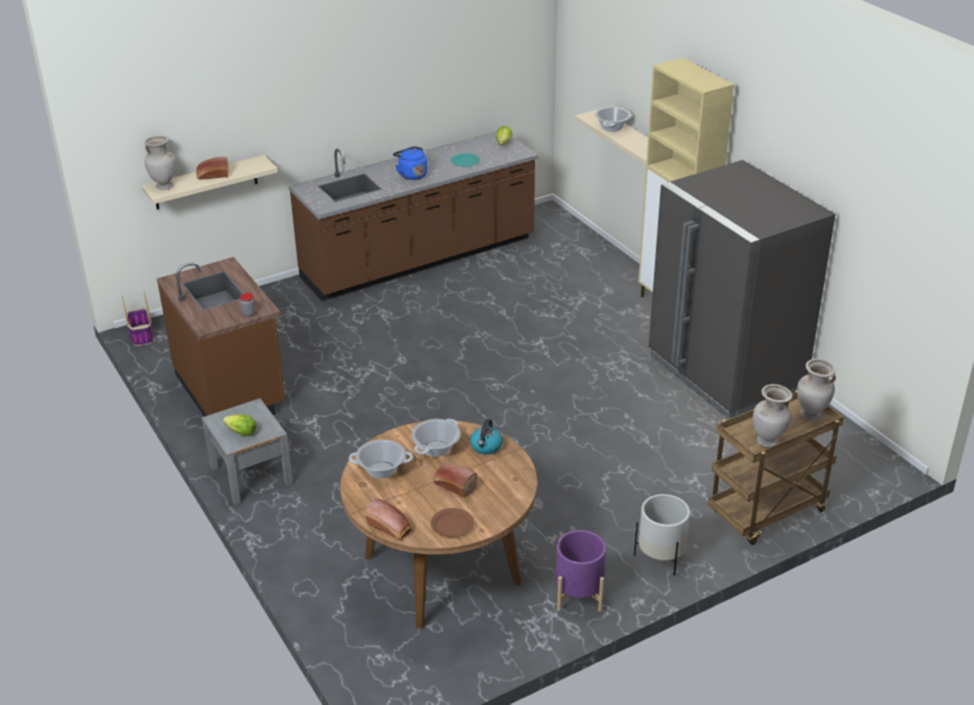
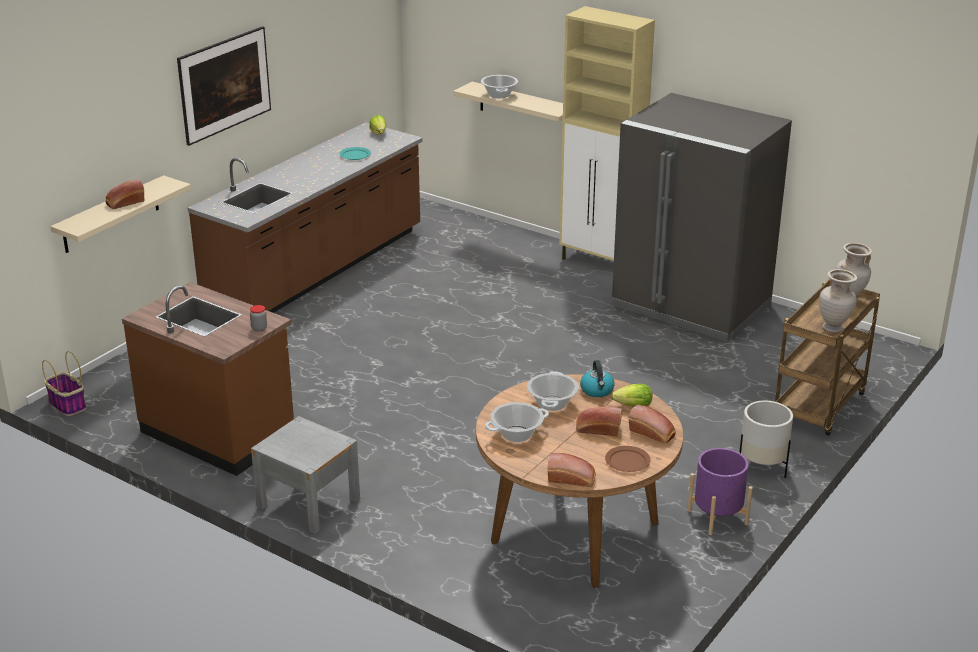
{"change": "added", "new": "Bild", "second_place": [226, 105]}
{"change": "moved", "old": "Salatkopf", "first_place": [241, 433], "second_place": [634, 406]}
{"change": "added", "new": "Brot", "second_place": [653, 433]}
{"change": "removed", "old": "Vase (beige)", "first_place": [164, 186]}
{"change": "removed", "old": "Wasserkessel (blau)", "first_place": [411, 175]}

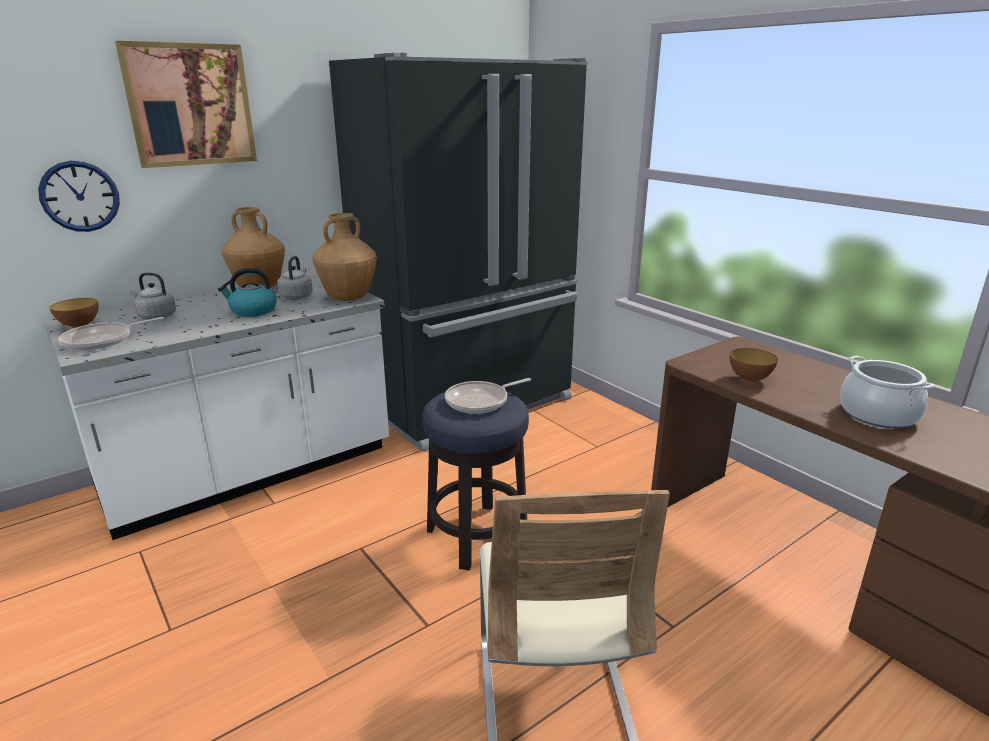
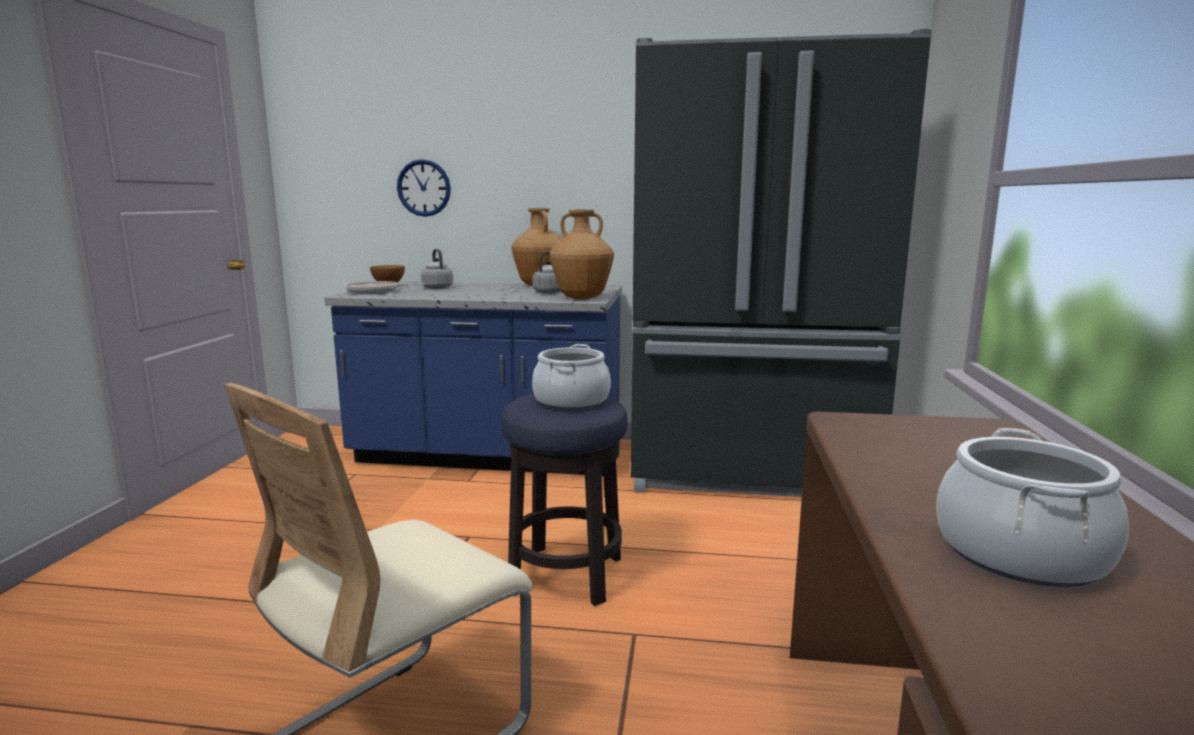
{"change": "recoloured", "old": "Küchenzeile (weiß)", "new": "Küchenzeile (blau)", "first_place": [249, 471], "second_place": [489, 455]}
{"change": "replaced", "old": "Pfanne", "new": "Kochtopf", "first_place": [480, 401], "second_place": [572, 401]}
{"change": "removed", "old": "Bild", "first_place": [190, 105]}
{"change": "removed", "old": "Wasserkessel", "first_place": [252, 311]}
{"change": "removed", "old": "Schüssel", "first_place": [749, 379]}

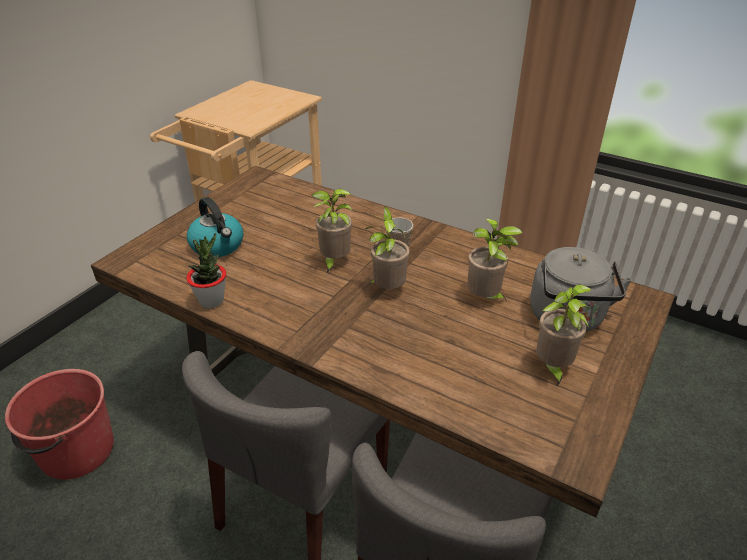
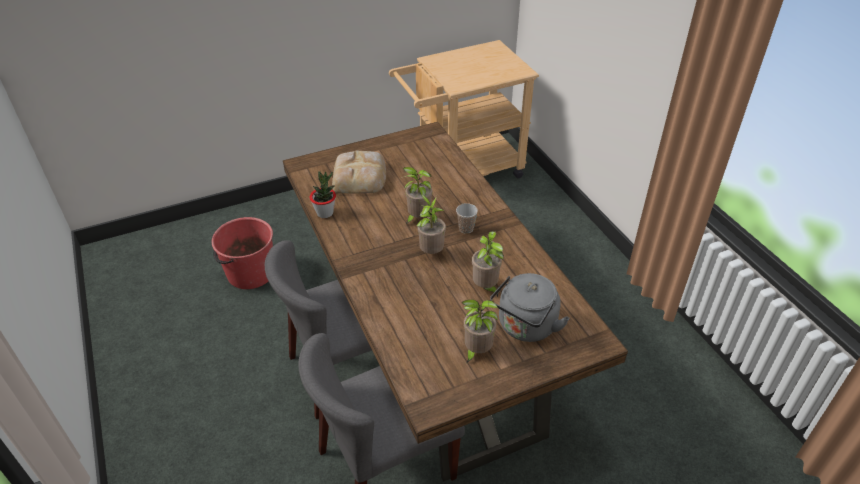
{"change": "replaced", "old": "Wasserkessel", "new": "Brot", "first_place": [218, 246], "second_place": [360, 176]}

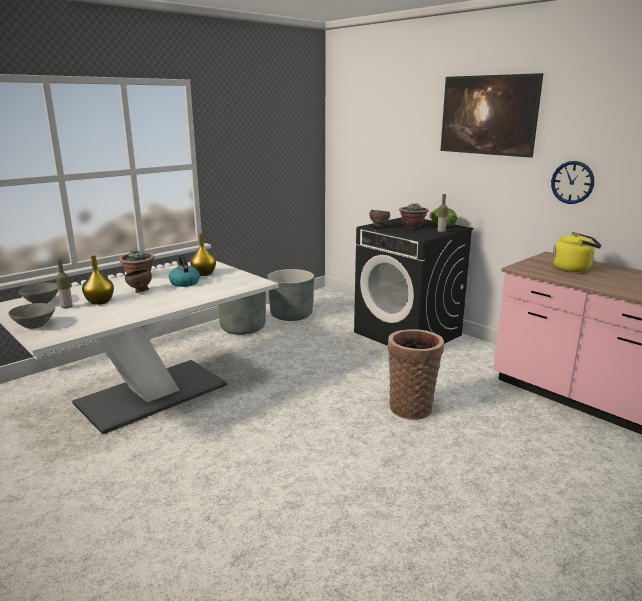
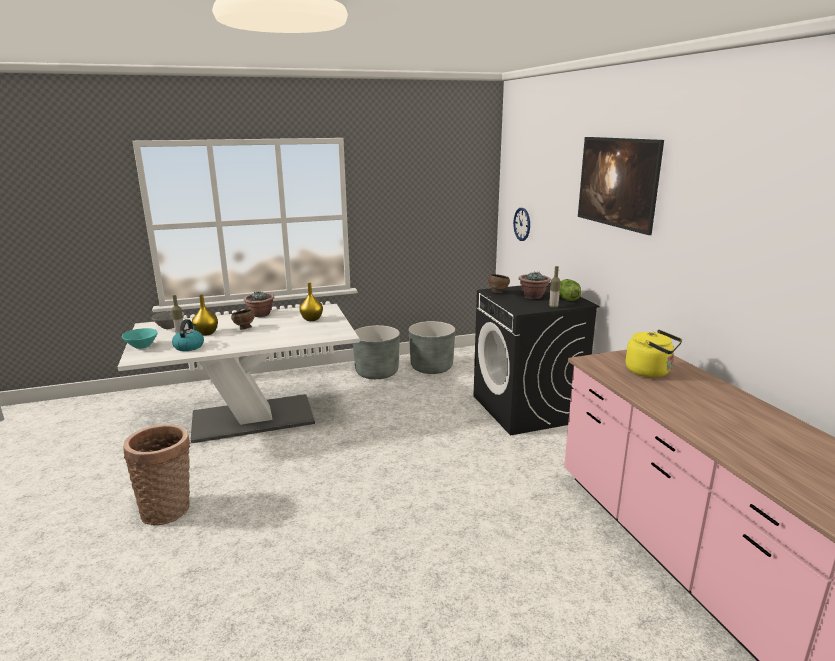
{"change": "recoloured", "old": "Schüssel (grau)", "new": "Schüssel (türkis)", "first_place": [35, 326], "second_place": [142, 346]}
{"change": "moved", "old": "Korb", "first_place": [411, 406], "second_place": [168, 509]}
{"change": "moved", "old": "Wasserkessel", "first_place": [184, 283], "second_place": [189, 346]}
{"change": "moved", "old": "Wanduhr", "first_place": [572, 182], "second_place": [522, 224]}

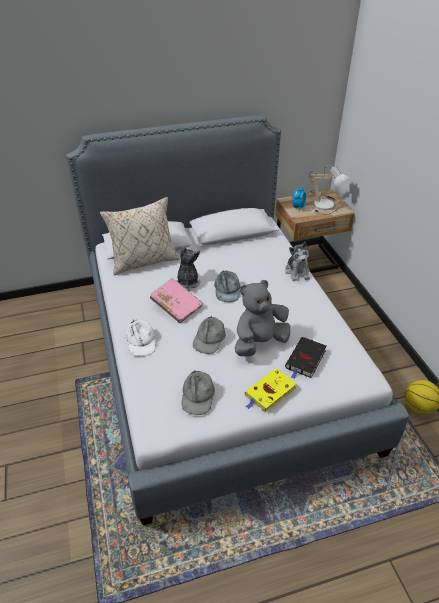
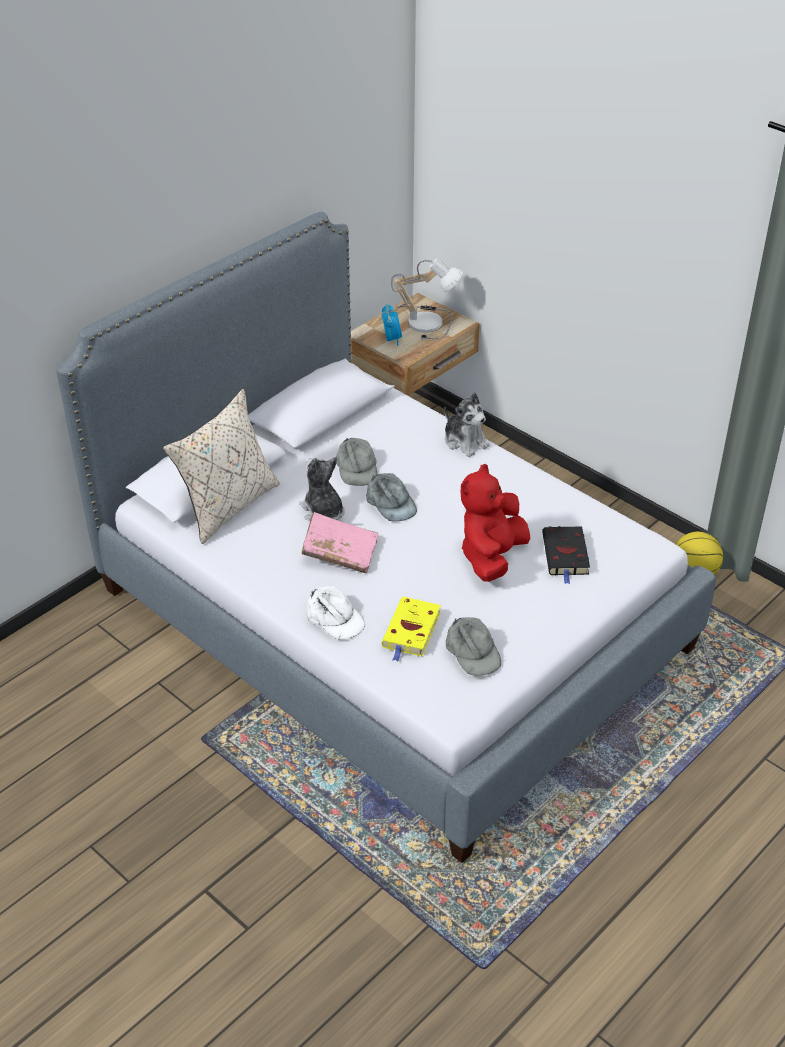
{"change": "moved", "old": "Kappe (grau)", "first_place": [209, 339], "second_place": [356, 468]}
{"change": "moved", "old": "Buch (gelb)", "first_place": [269, 393], "second_place": [411, 631]}
{"change": "recoloured", "old": "Plüschtier (grau)", "new": "Plüschtier (rot)", "first_place": [259, 342], "second_place": [492, 557]}

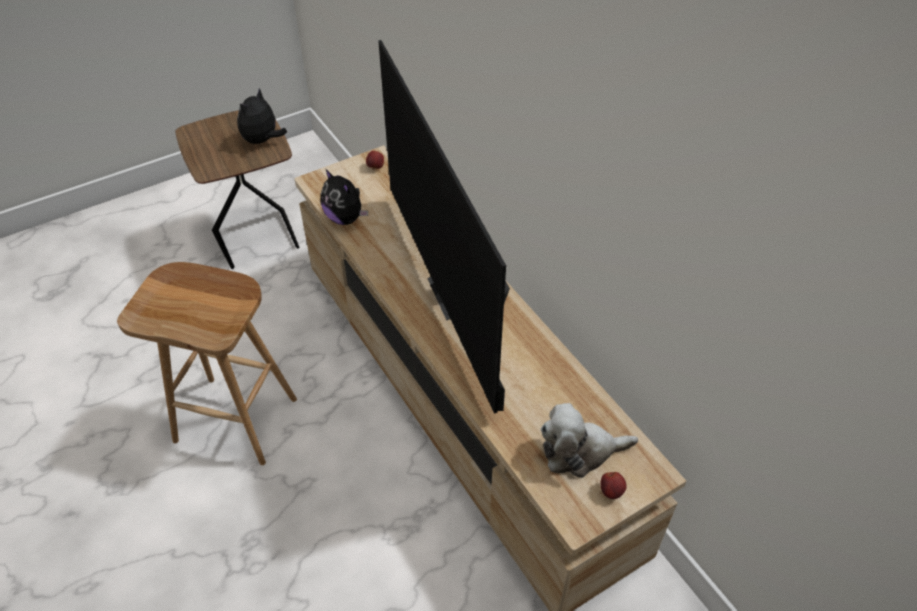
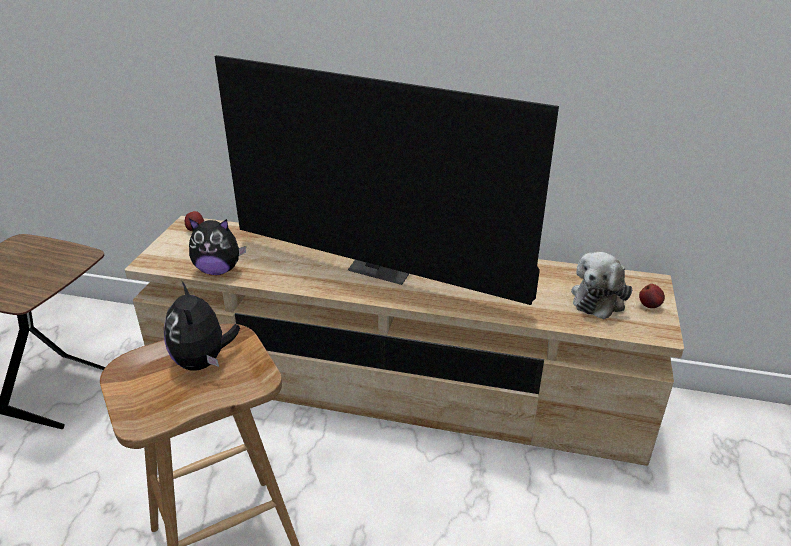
{"change": "moved", "old": "Plüschtier", "first_place": [262, 141], "second_place": [203, 361]}

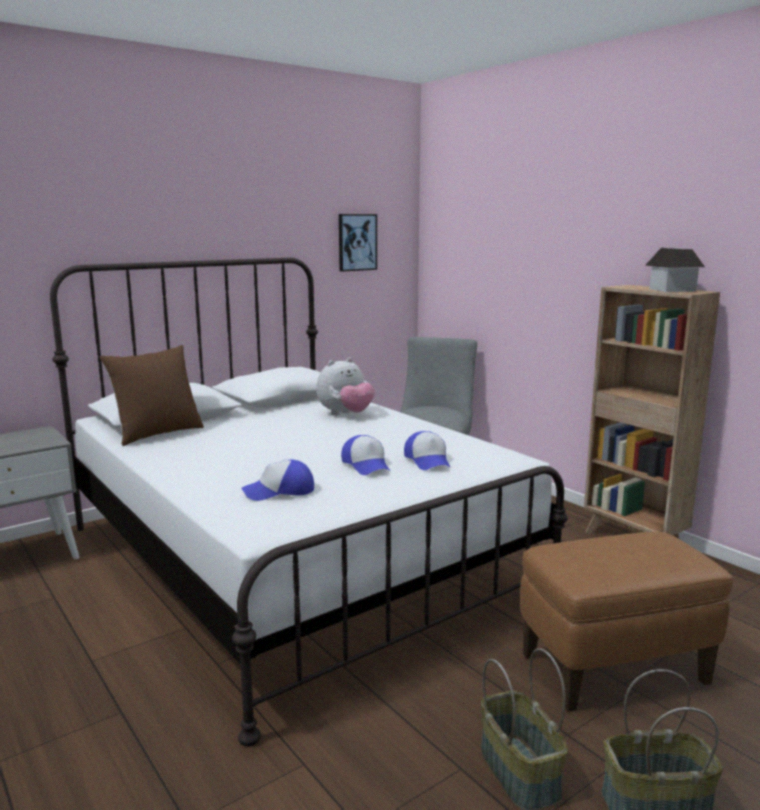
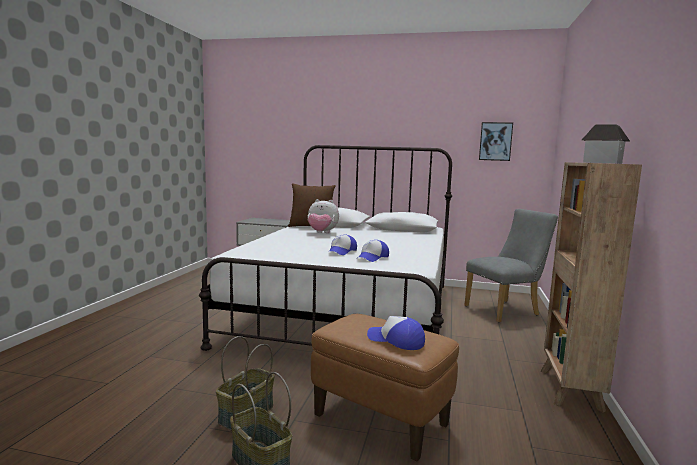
{"change": "moved", "old": "Plüschtier", "first_place": [345, 414], "second_place": [322, 233]}
{"change": "moved", "old": "Kappe", "first_place": [279, 491], "second_place": [396, 341]}

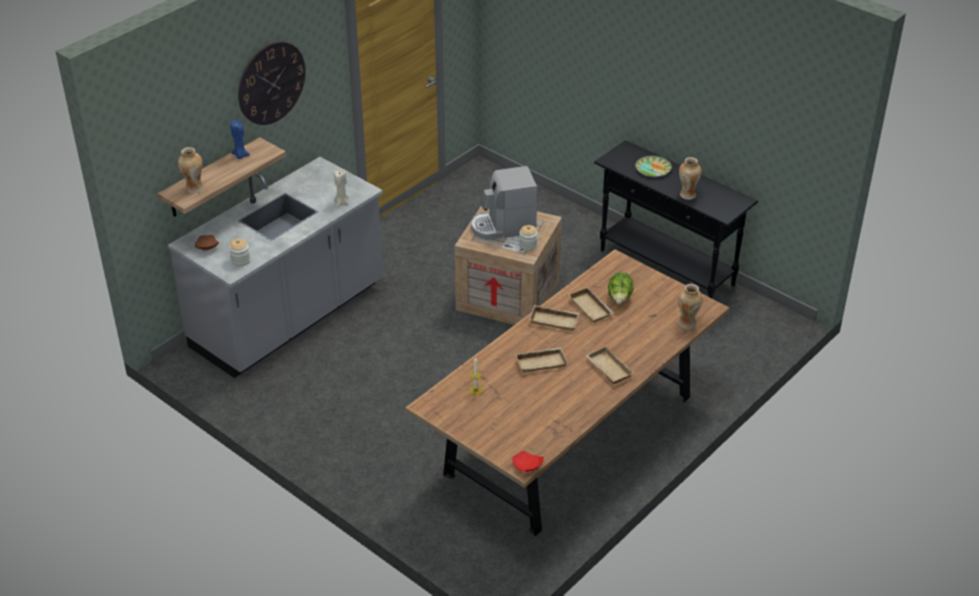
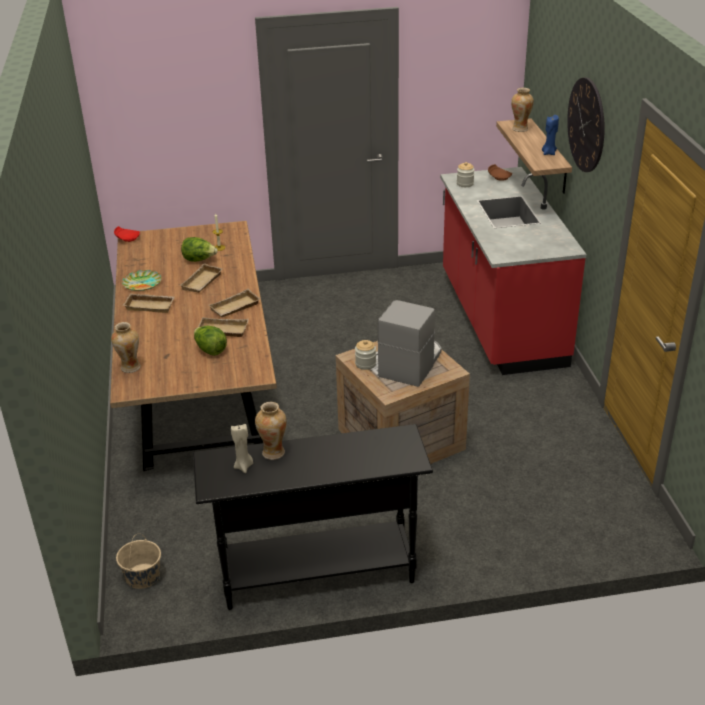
{"change": "added", "new": "Eimer (beige)", "second_place": [142, 577]}
{"change": "moved", "old": "Teller", "first_place": [653, 169], "second_place": [142, 283]}
{"change": "added", "new": "Salatkopf", "second_place": [199, 260]}
{"change": "moved", "old": "Kerze (beige)", "first_place": [341, 202], "second_place": [244, 466]}
{"change": "recoloured", "old": "Küchenzeile (grau)", "new": "Küchenzeile (rot)", "first_place": [289, 317], "second_place": [500, 319]}

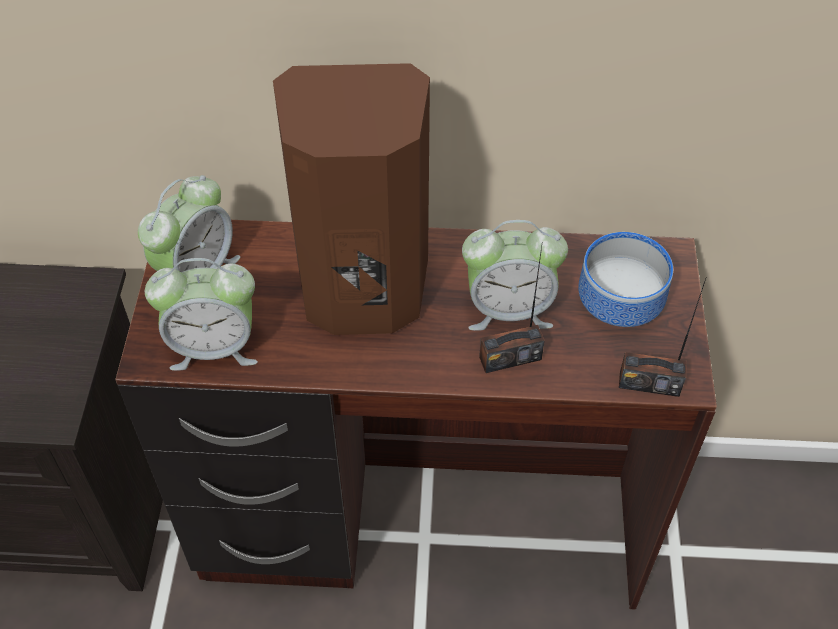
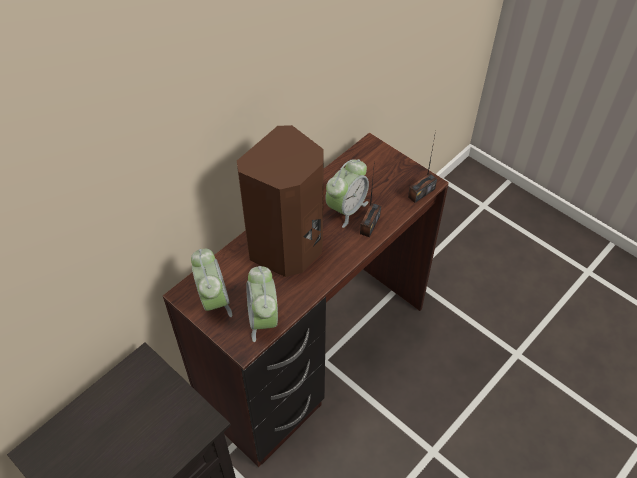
{"change": "turned", "old": "Wecker", "first_place": [214, 347], "second_place": [263, 319], "degrees": 135}
{"change": "removed", "old": "Schüssel", "first_place": [620, 307]}

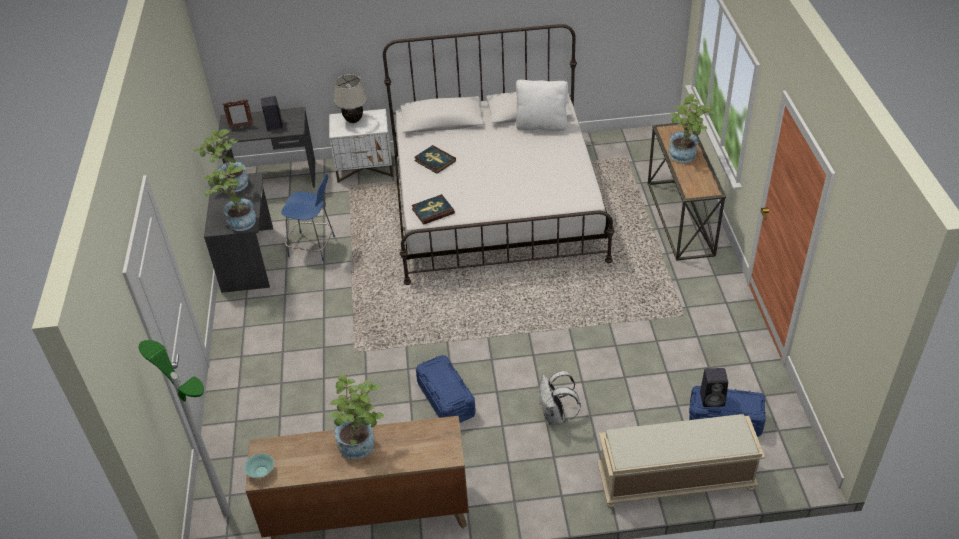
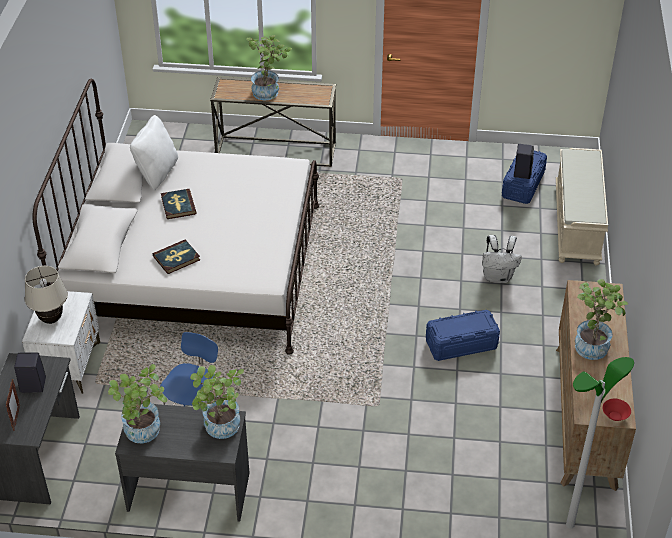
{"change": "moved", "old": "Buch", "first_place": [433, 211], "second_place": [178, 205]}
{"change": "recoloured", "old": "Schüssel (türkis)", "new": "Schüssel (rot)", "first_place": [261, 472], "second_place": [615, 416]}

